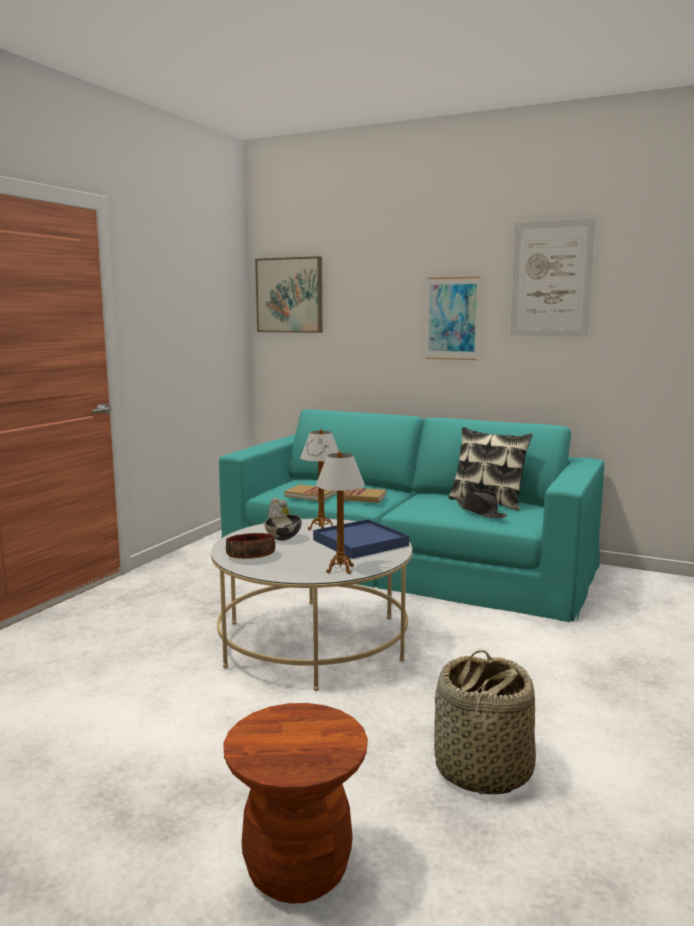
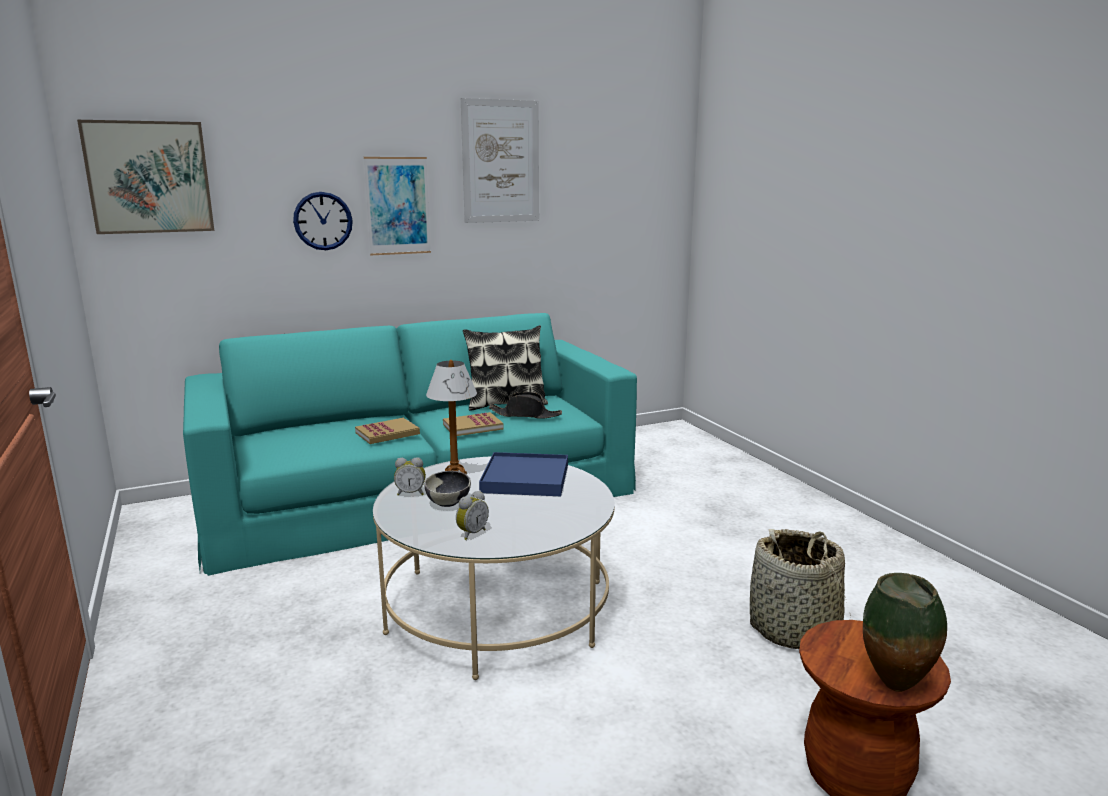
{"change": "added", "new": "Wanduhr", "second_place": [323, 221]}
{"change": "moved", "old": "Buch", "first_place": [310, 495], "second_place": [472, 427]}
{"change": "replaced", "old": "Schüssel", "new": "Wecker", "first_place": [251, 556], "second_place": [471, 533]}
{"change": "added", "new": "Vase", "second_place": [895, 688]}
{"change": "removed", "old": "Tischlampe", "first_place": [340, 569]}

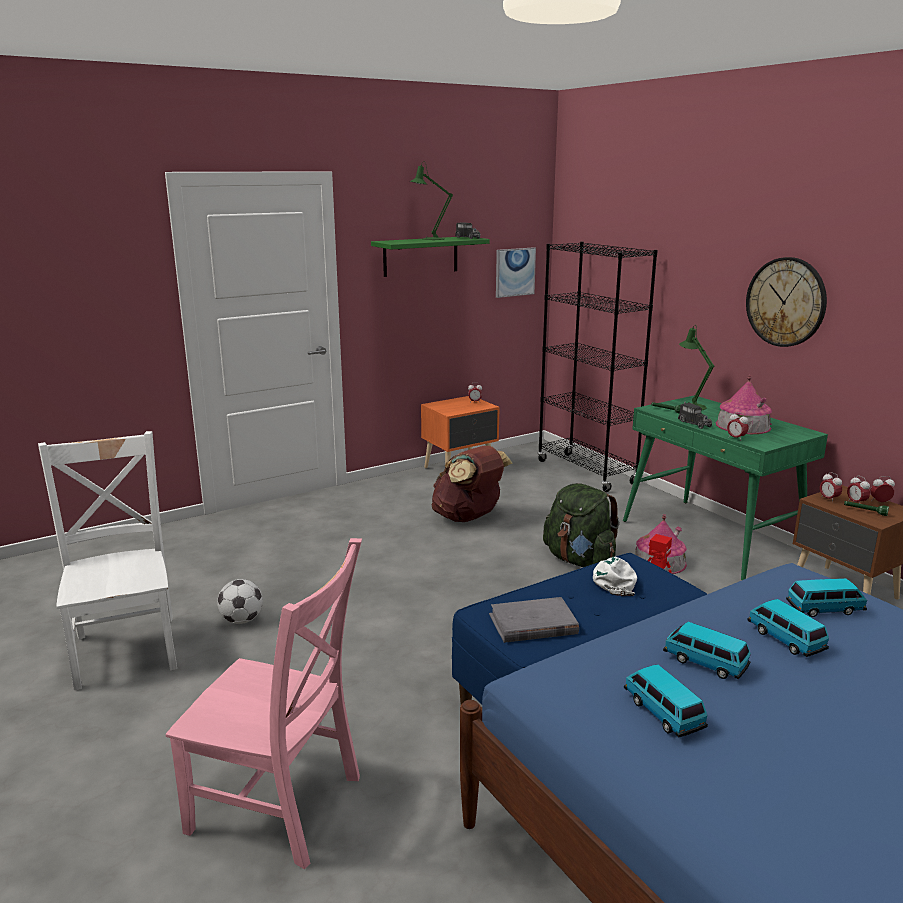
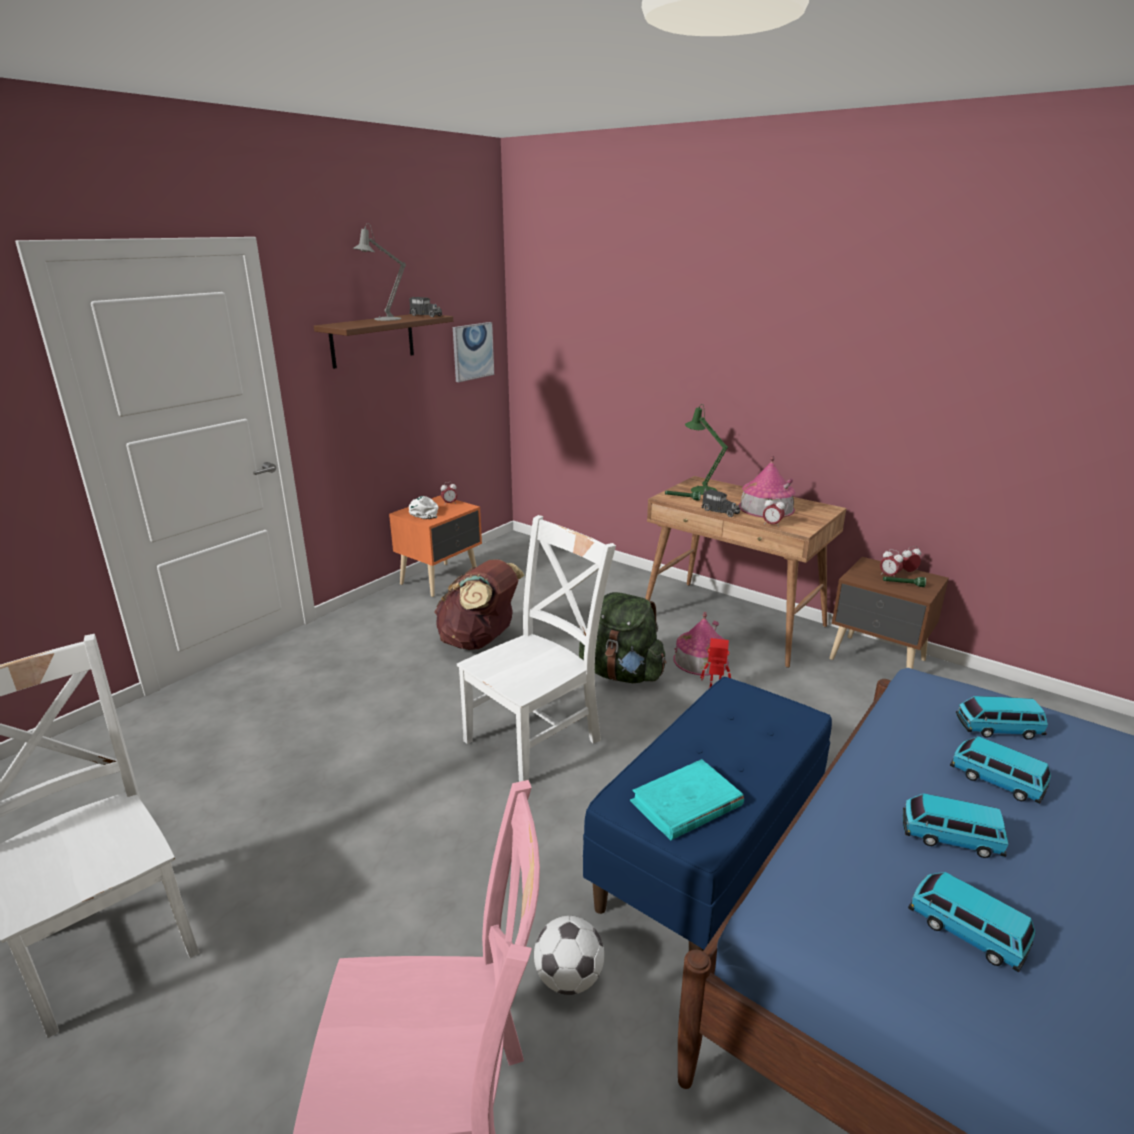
{"change": "recoloured", "old": "Wandregal (grün)", "new": "Wandregal (braun)", "first_place": [420, 256], "second_place": [372, 340]}
{"change": "recoloured", "old": "Tischlampe (grün)", "new": "Tischlampe (grau)", "first_place": [430, 239], "second_place": [383, 319]}
{"change": "moved", "old": "Kappe (weiß)", "first_place": [614, 580], "second_place": [424, 512]}
{"change": "added", "new": "Stuhl (weiß)", "second_place": [537, 738]}
{"change": "moved", "old": "Fußball", "first_place": [242, 620], "second_place": [569, 978]}
{"change": "recoloured", "old": "Buch (grau)", "new": "Buch (türkis)", "first_place": [532, 624], "second_place": [686, 804]}
{"change": "recoloured", "old": "Schreibtisch (grün)", "new": "Schreibtisch (braun)", "first_place": [712, 538], "second_place": [734, 622]}
{"change": "turned", "old": "Spielzeugauto", "first_place": [825, 609], "second_place": [998, 729], "degrees": -150}
{"change": "removed", "old": "Bücherregal (schwarz)", "first_place": [586, 472]}
{"change": "removed", "old": "Wanduhr", "first_place": [786, 302]}
{"change": "removed", "old": "Wecker", "first_place": [828, 499]}

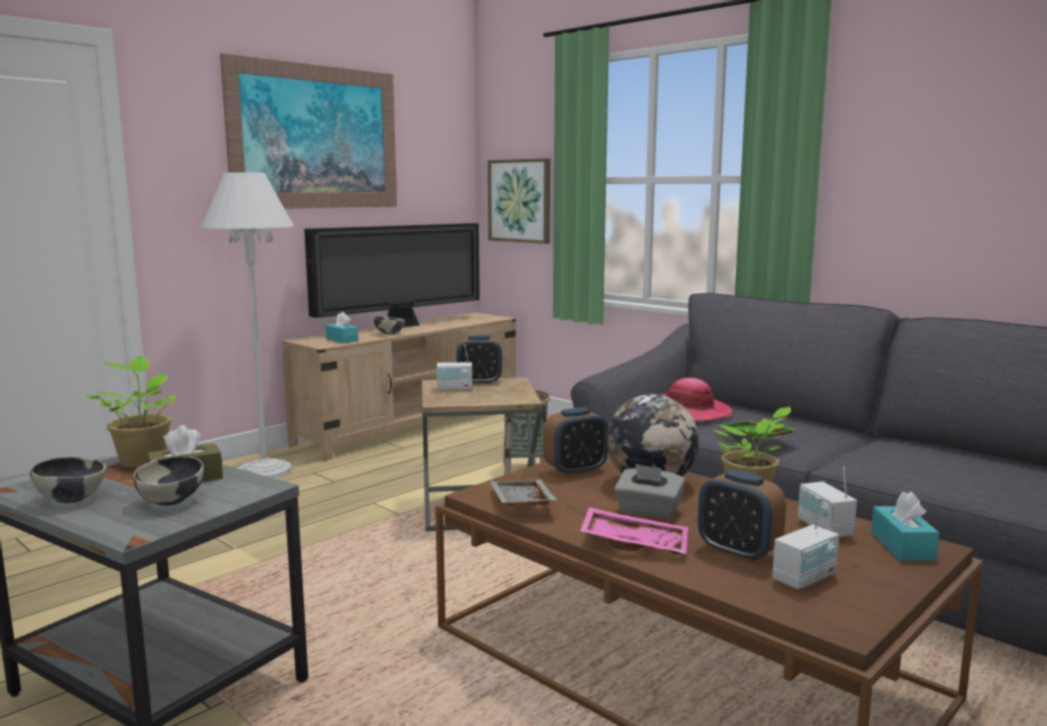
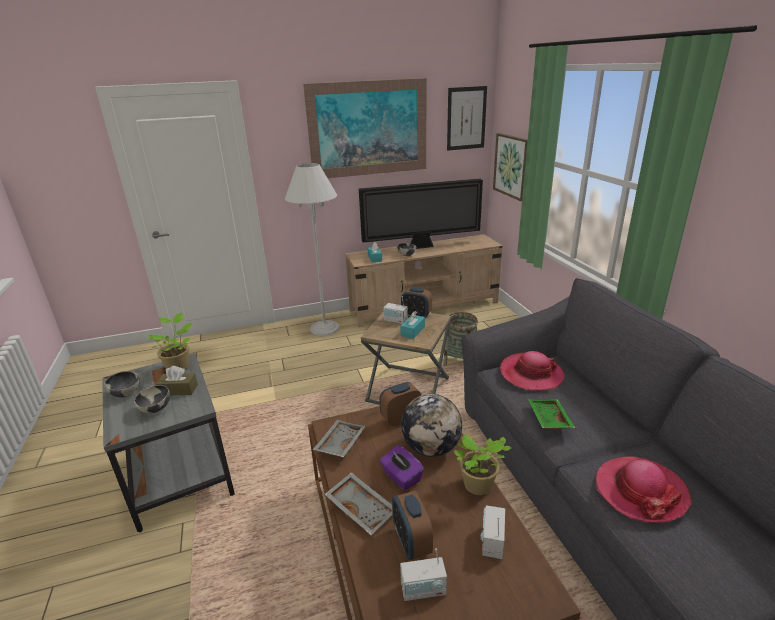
{"change": "recoloured", "old": "Tablett (rosa)", "new": "Tablett (grau)", "first_place": [635, 543], "second_place": [362, 508]}
{"change": "turned", "old": "Wecker", "first_place": [575, 470], "second_place": [400, 419], "degrees": 150}
{"change": "recoloured", "old": "Taschentuchbox (grau)", "new": "Taschentuchbox (lila)", "first_place": [648, 511], "second_place": [401, 477]}
{"change": "moved", "old": "Taschentuchbox (türkis)", "first_place": [902, 546], "second_place": [412, 331]}
{"change": "added", "new": "Bild", "second_place": [466, 118]}
{"change": "added", "new": "Hut", "second_place": [640, 491]}

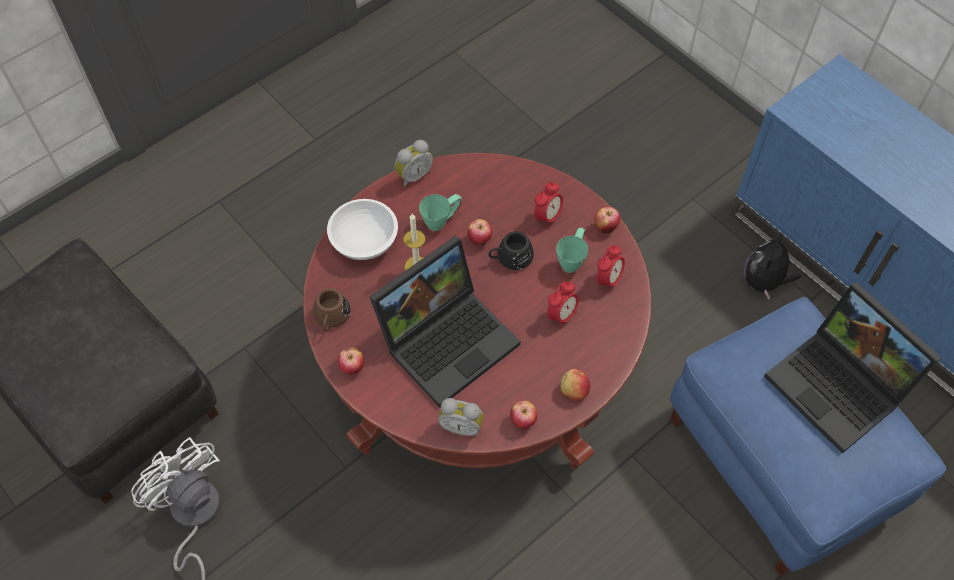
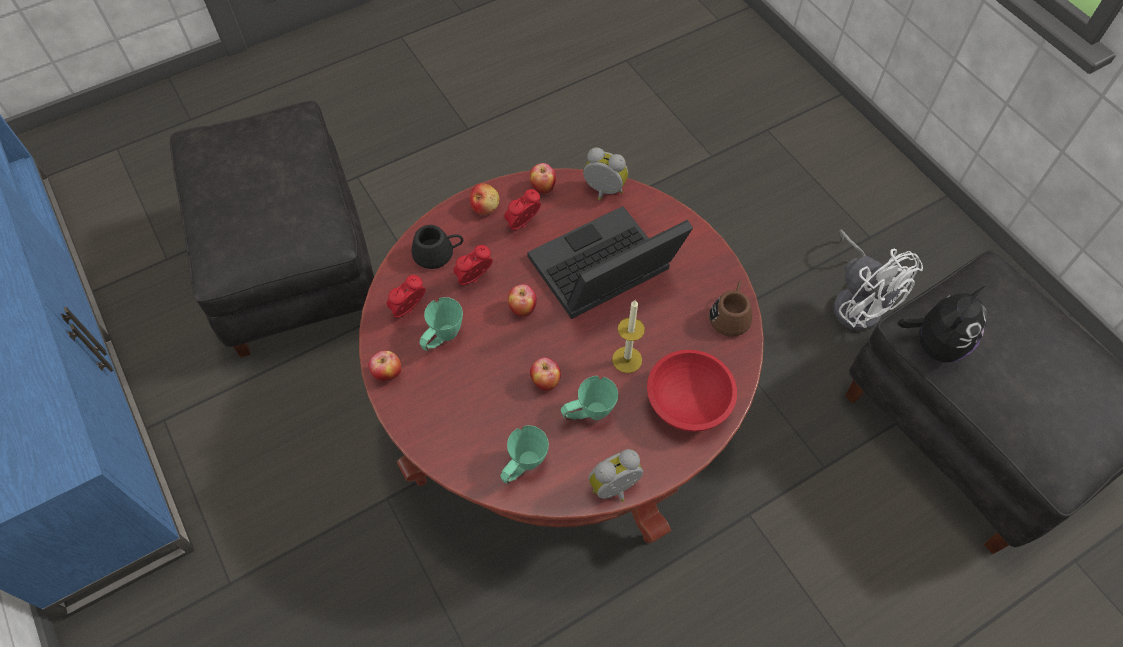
{"change": "recoloured", "old": "Polsterhocker (blau)", "new": "Polsterhocker (schwarz)", "first_place": [781, 462], "second_place": [292, 265]}
{"change": "moved", "old": "Henkelbecher (schwarz)", "first_place": [510, 258], "second_place": [438, 253]}
{"change": "added", "new": "Henkelbecher (grün)", "second_place": [523, 468]}
{"change": "moved", "old": "Wecker", "first_place": [547, 216], "second_place": [523, 225]}
{"change": "moved", "old": "Apfel", "first_place": [352, 368], "second_place": [522, 309]}
{"change": "recoloured", "old": "Schüssel (weiß)", "new": "Schüssel (rot)", "first_place": [365, 241], "second_place": [686, 402]}
{"change": "moved", "old": "Plüschtier", "first_place": [763, 282], "second_place": [934, 344]}
{"change": "removed", "old": "Laptop", "first_place": [841, 387]}

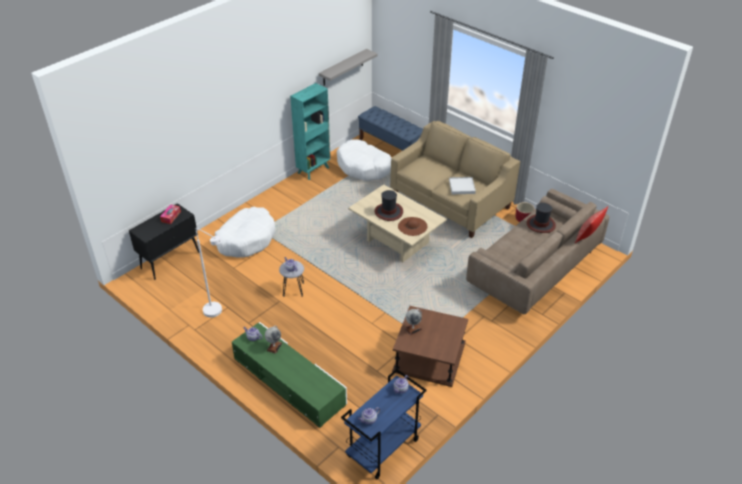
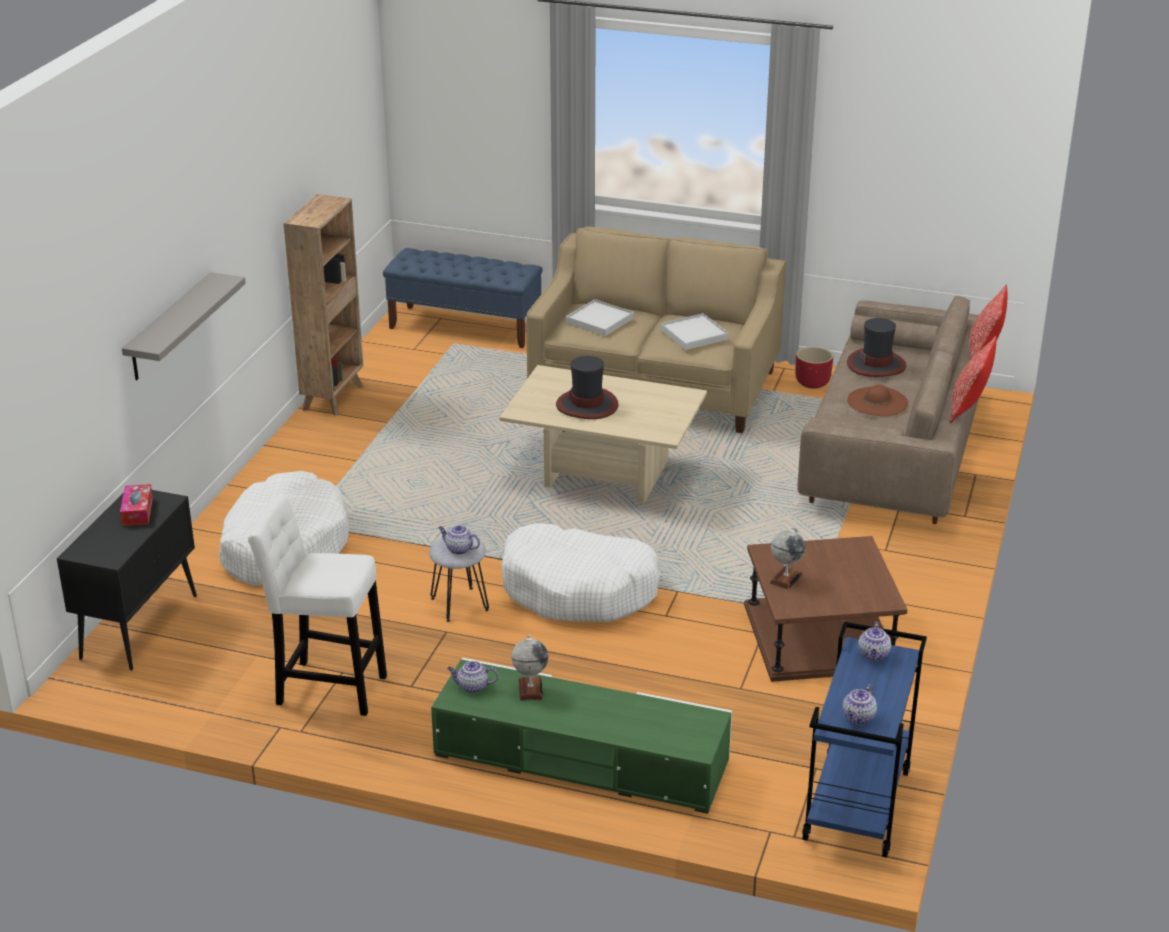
{"change": "moved", "old": "Wandregal (grau)", "first_place": [343, 67], "second_place": [170, 327]}
{"change": "replaced", "old": "Stehlampe (weiß)", "new": "Hocker (weiß)", "first_place": [217, 312], "second_place": [326, 688]}
{"change": "recoloured", "old": "Bücherregal (türkis)", "new": "Bücherregal (braun)", "first_place": [314, 170], "second_place": [333, 397]}
{"change": "moved", "old": "Hundebett (weiß)", "first_place": [364, 167], "second_place": [579, 590]}
{"change": "added", "new": "Tablett (weiß)", "second_place": [600, 320]}
{"change": "moved", "old": "Hut (braun)", "first_place": [412, 226], "second_place": [877, 402]}
{"change": "added", "new": "Kissen", "second_place": [968, 408]}

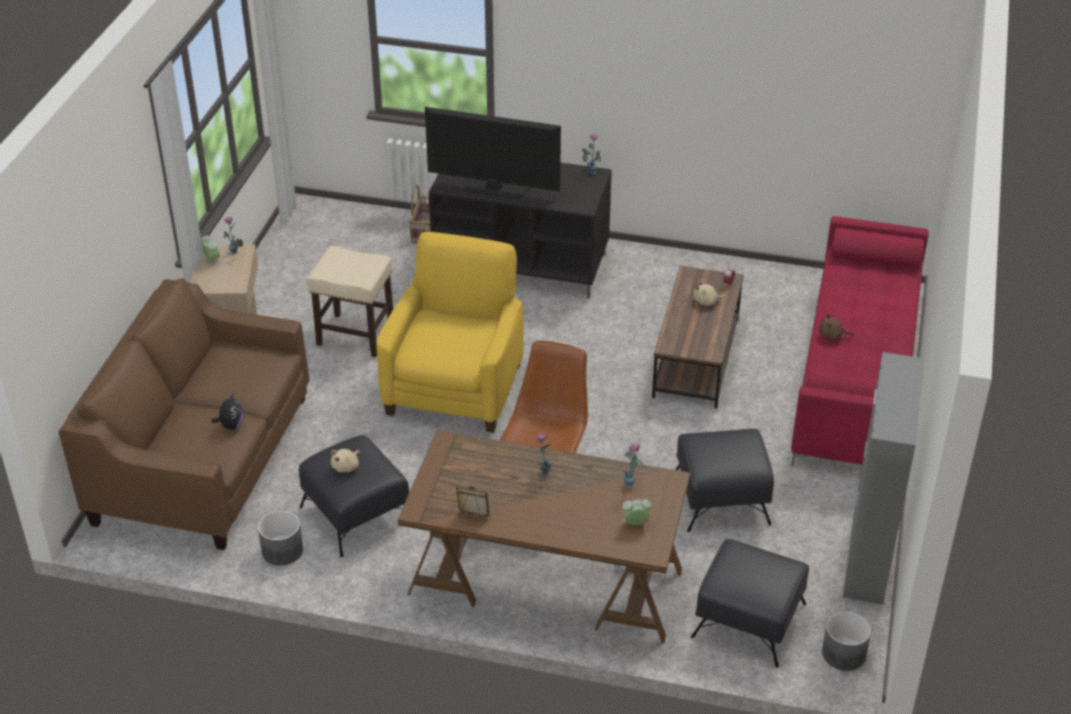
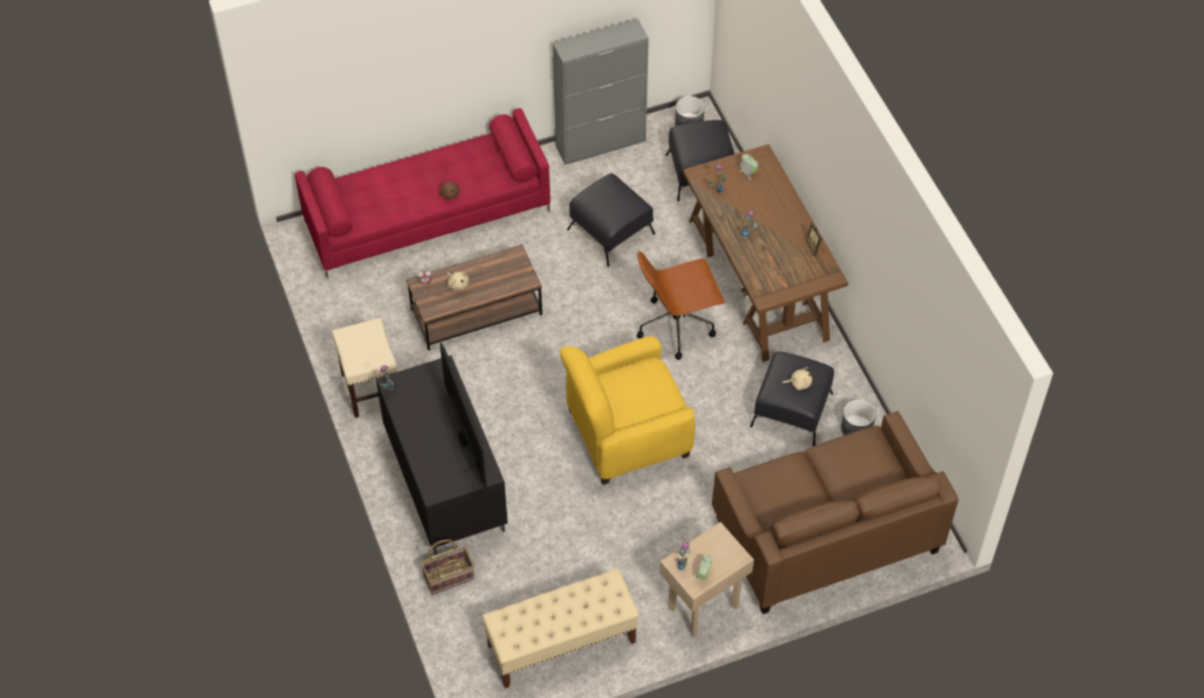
{"change": "moved", "old": "Hocker (beige)", "first_place": [354, 335], "second_place": [371, 390]}
{"change": "added", "new": "Bank (beige)", "second_place": [561, 644]}
{"change": "removed", "old": "Plüschtier", "first_place": [231, 425]}

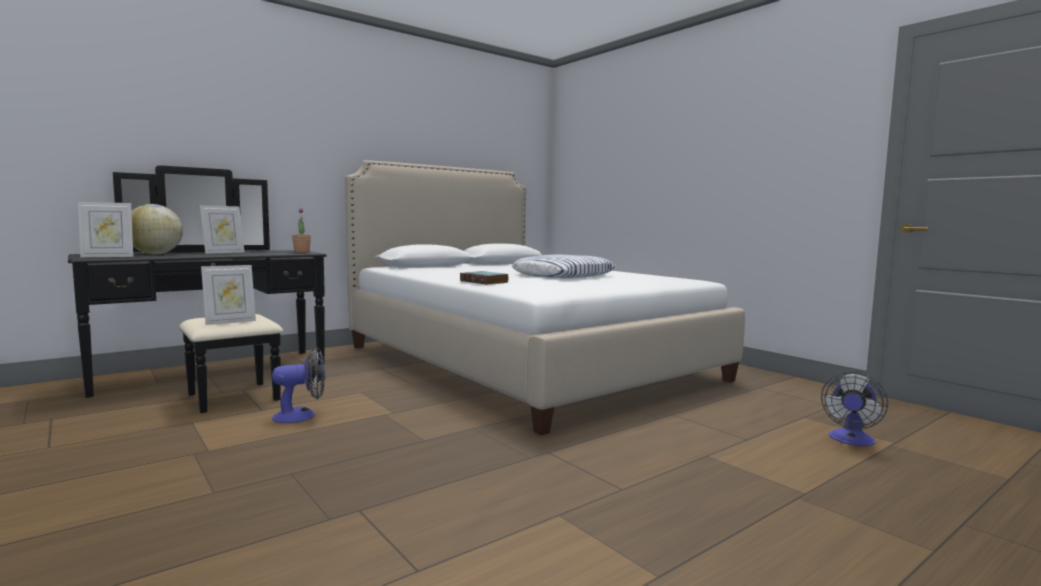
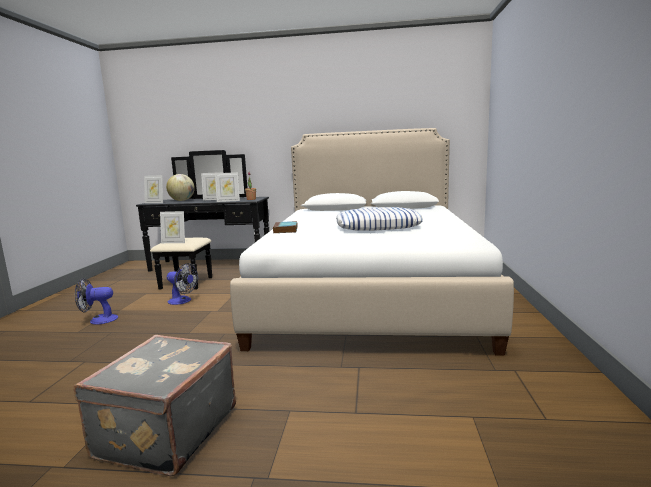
{"change": "added", "new": "Koffer (grau)", "second_place": [165, 431]}
{"change": "moved", "old": "Ventilator", "first_place": [851, 440], "second_place": [98, 320]}
{"change": "added", "new": "Bilderrahmen", "second_place": [228, 201]}

